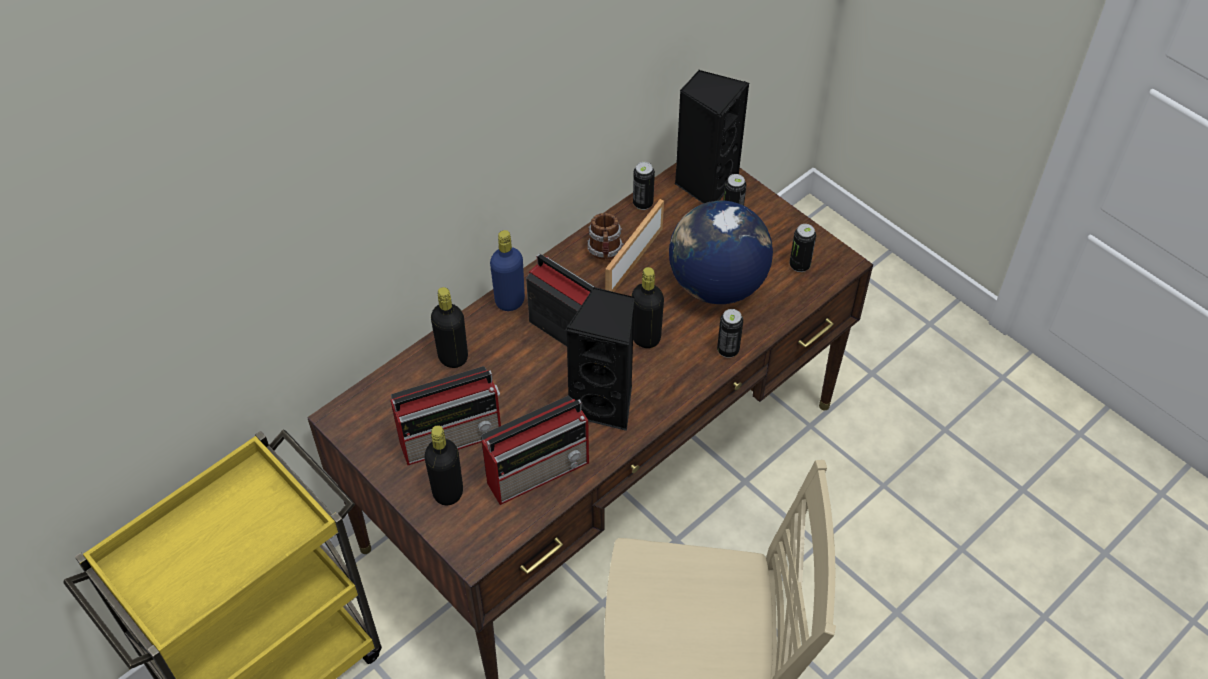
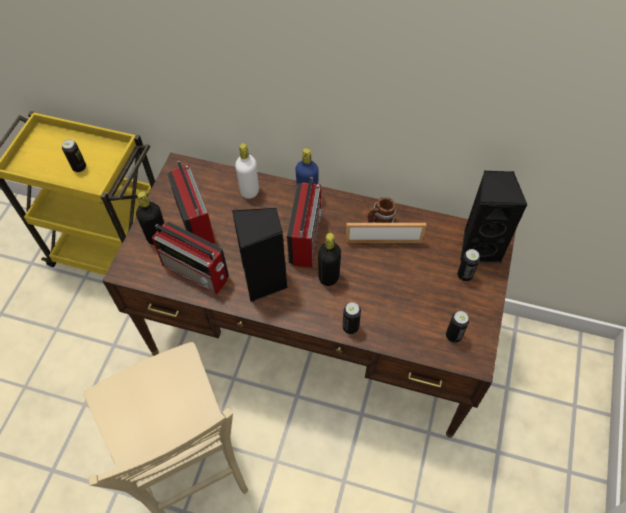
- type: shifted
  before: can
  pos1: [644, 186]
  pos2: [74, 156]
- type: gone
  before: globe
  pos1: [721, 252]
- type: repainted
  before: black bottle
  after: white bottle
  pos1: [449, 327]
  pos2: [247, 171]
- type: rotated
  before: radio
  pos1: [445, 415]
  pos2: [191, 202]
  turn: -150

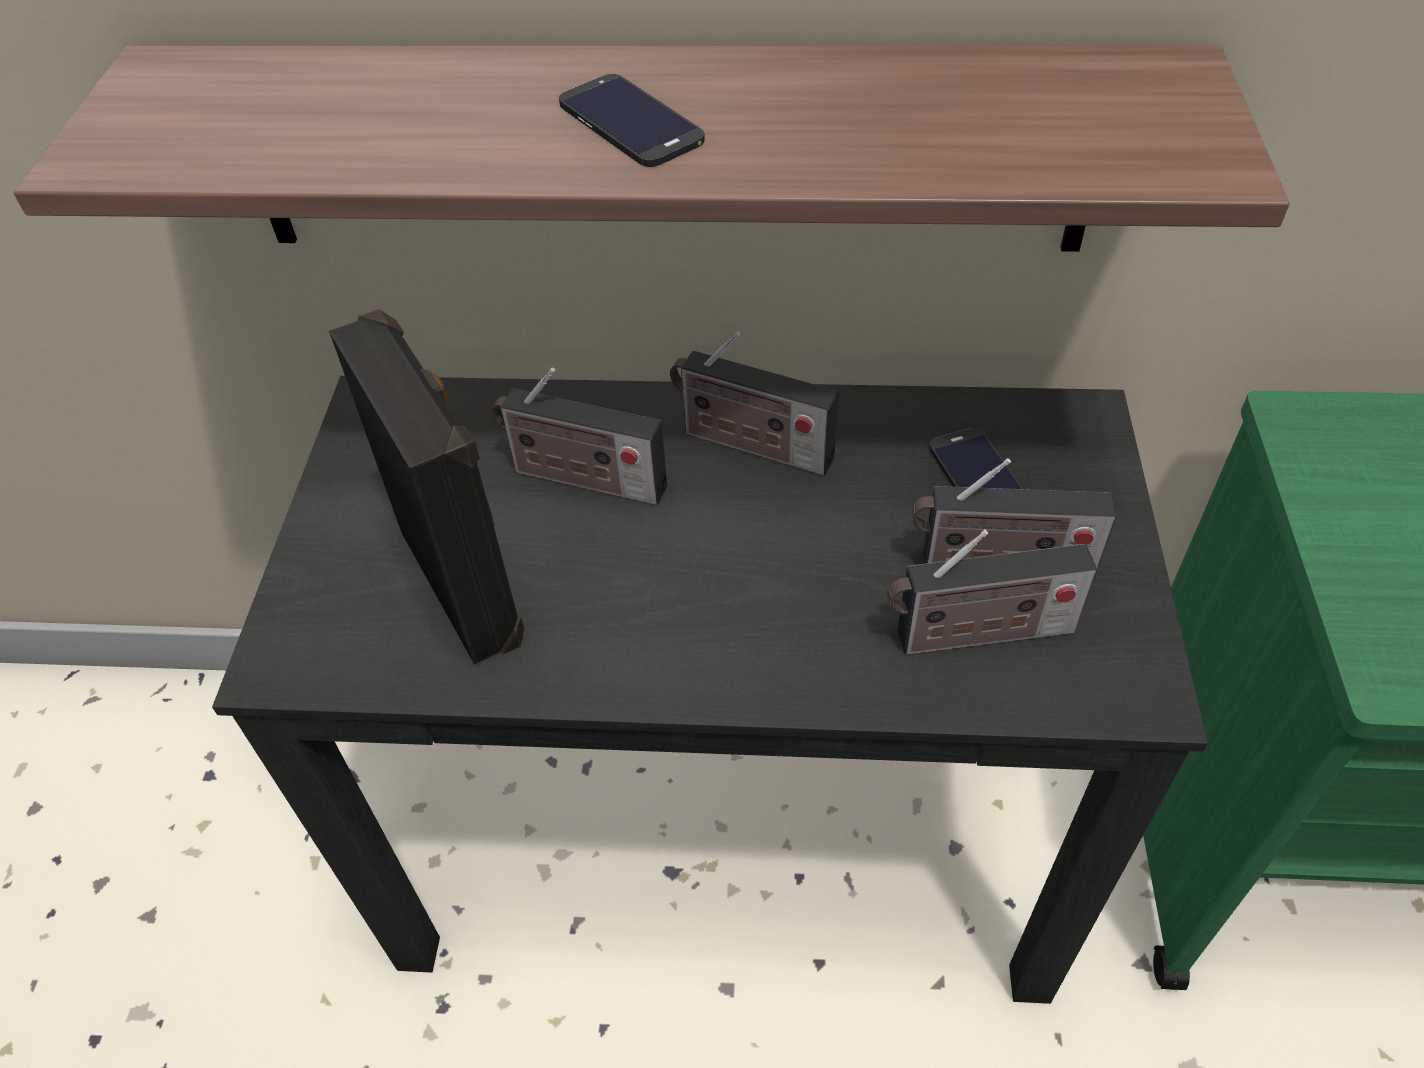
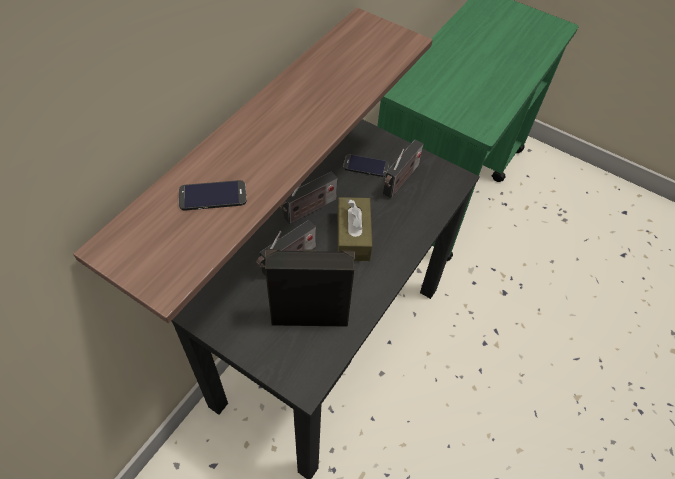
- type: shifted
  before: phone
  pos1: [632, 120]
  pos2: [213, 195]
- type: gone
  before: radio
  pos1: [992, 592]
- type: new
  after: brown tissue box
  pos2: [355, 229]

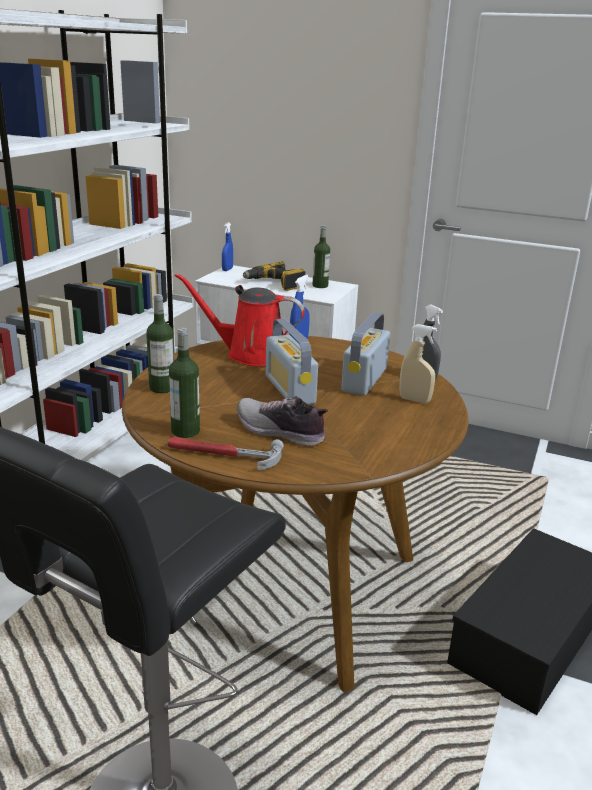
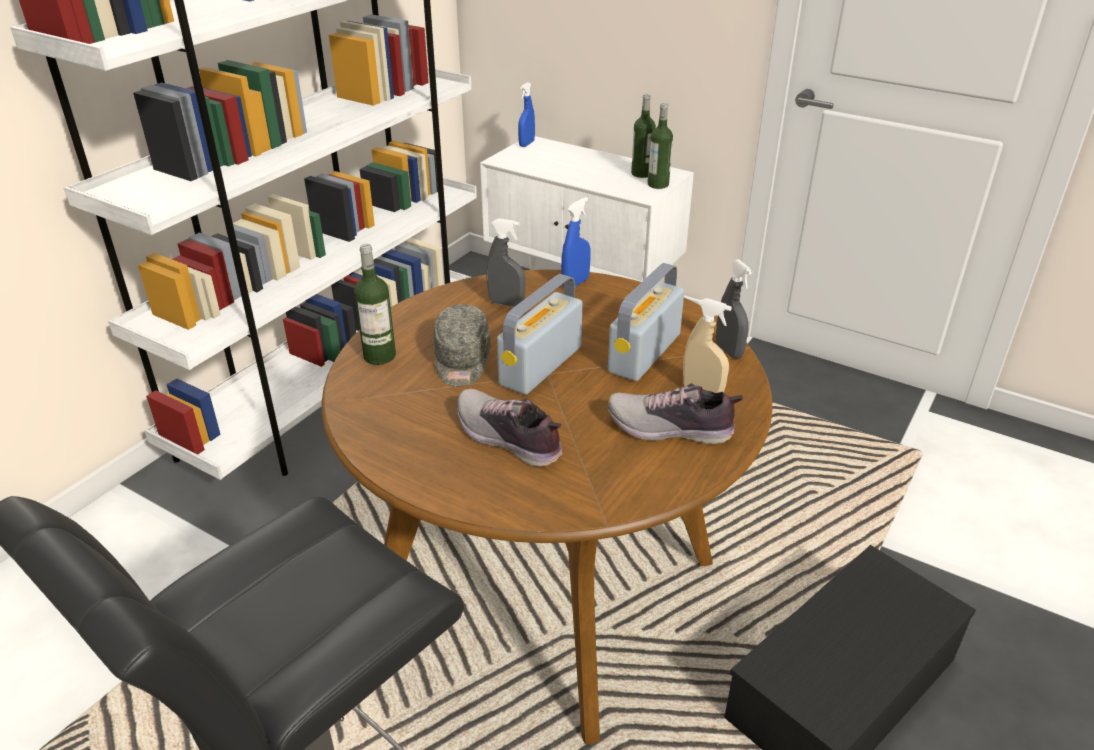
- type: gone
  before: power drill
  pos1: [274, 276]
- type: swapped
  before: red watering can
  after: grey spray bottle
  pos1: [239, 320]
  pos2: [505, 262]
- type: rotated
  before: radio
  pos1: [292, 362]
  pos2: [539, 334]
  turn: 45
- type: shifted
  before: bottle
  pos1: [184, 383]
  pos2: [660, 146]
- type: gone
  before: hammer
  pos1: [226, 453]
- type: new
  after: grey cap
  pos2: [462, 345]
- type: new
  after: shoe
  pos2: [675, 413]

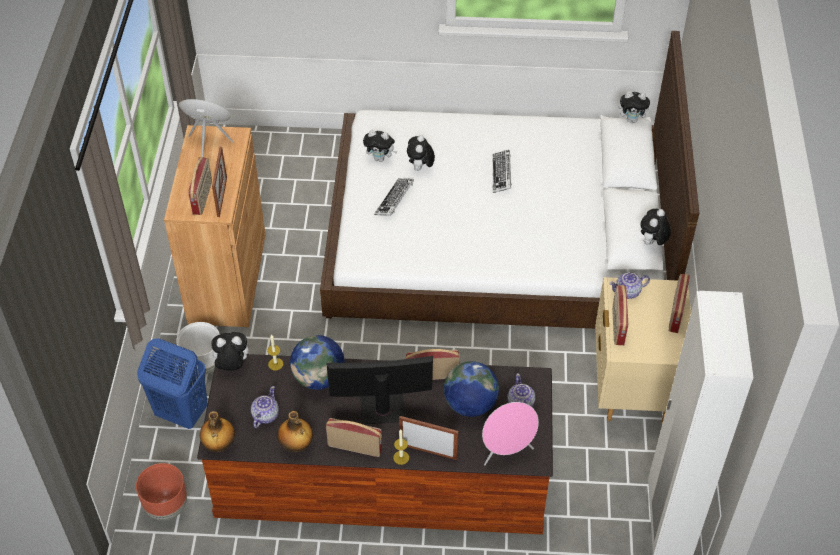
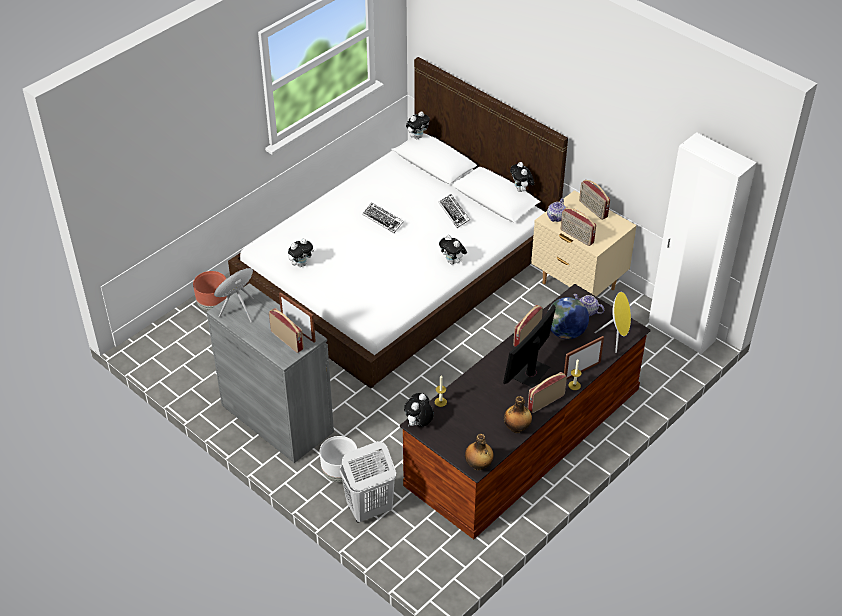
- type: repainted
  before: brown cabinet
  after: grey cabinet
  pos1: [215, 226]
  pos2: [270, 373]
- type: shifted
  before: plush toy
  pos1: [421, 153]
  pos2: [453, 250]
- type: shifted
  before: keyboard
  pos1: [394, 197]
  pos2: [454, 211]
- type: gone
  before: globe
  pos1: [317, 362]
- type: repainted
  before: blue laundry basket
  after: white laundry basket
  pos1: [172, 384]
  pos2: [367, 482]
- type: gone
  before: teapot
  pos1: [265, 407]
- type: repainted
  before: pink speaker
  after: yellow speaker
  pos1: [510, 433]
  pos2: [613, 322]
- type: shifted
  before: brown planter
  pos1: [161, 492]
  pos2: [210, 291]

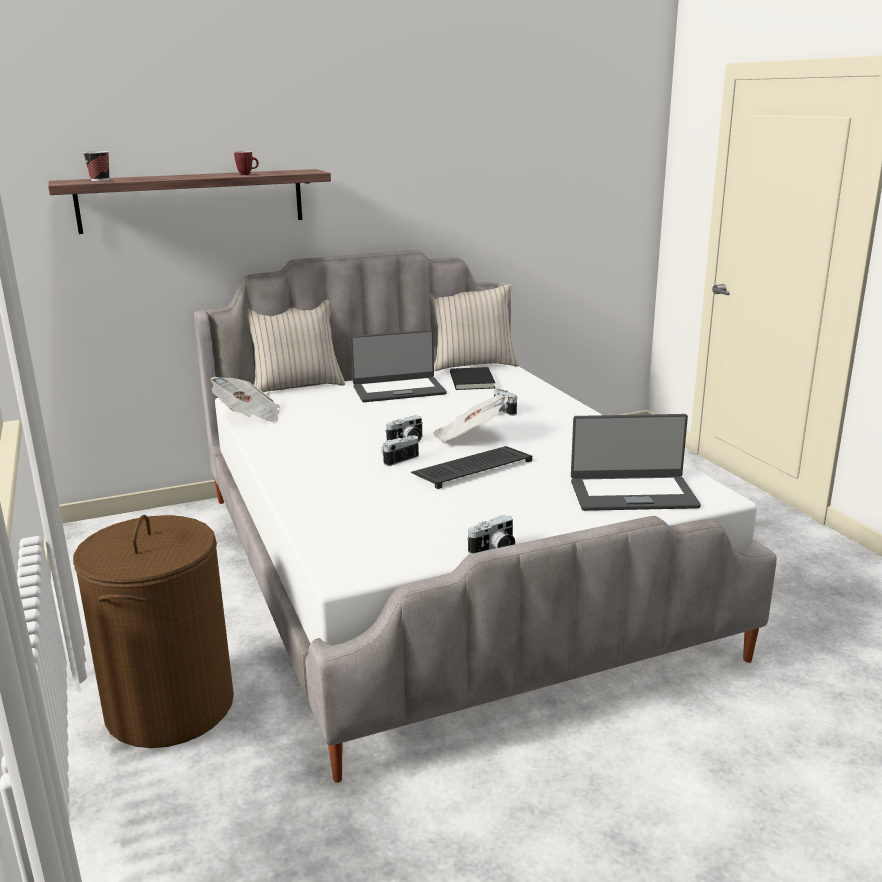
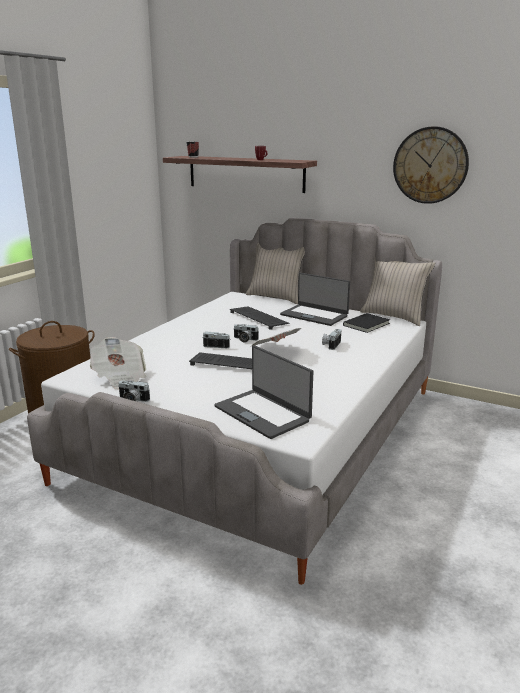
- type: shifted
  before: newspaper
  pos1: [245, 399]
  pos2: [118, 363]
- type: new
  after: wall clock
  pos2: [431, 165]
- type: new
  after: keyboard
  pos2: [259, 318]

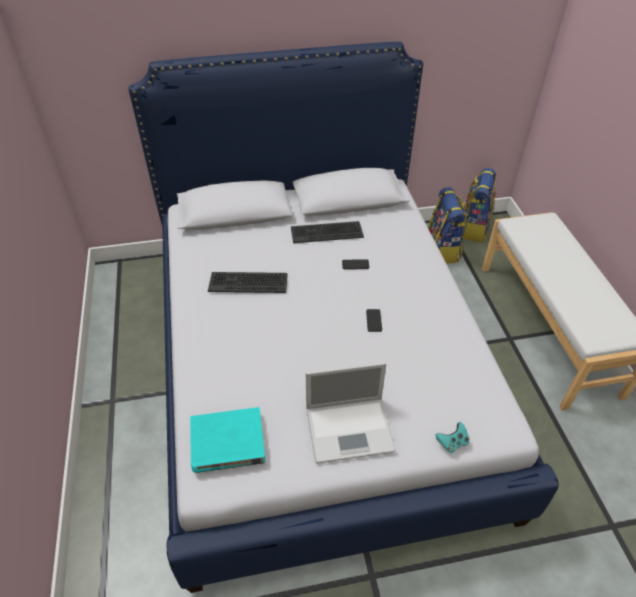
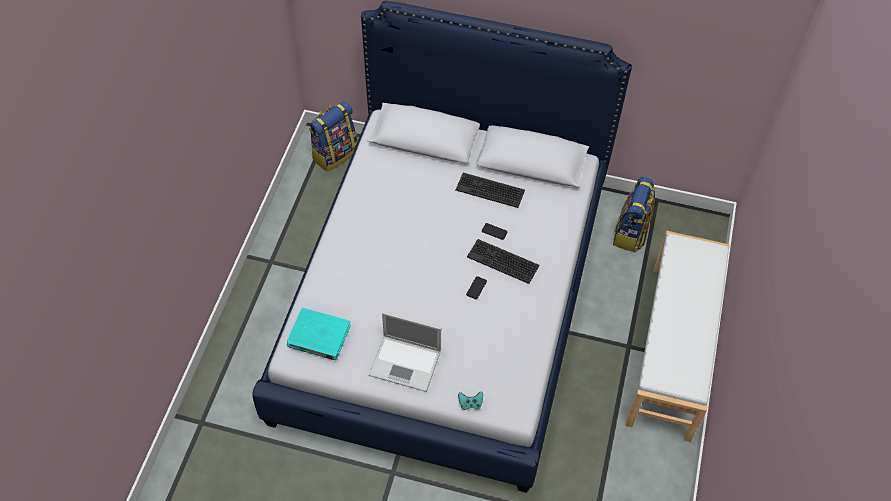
- type: shifted
  before: backpack
  pos1: [479, 205]
  pos2: [333, 136]
- type: shifted
  before: keyboard
  pos1: [248, 282]
  pos2: [503, 261]

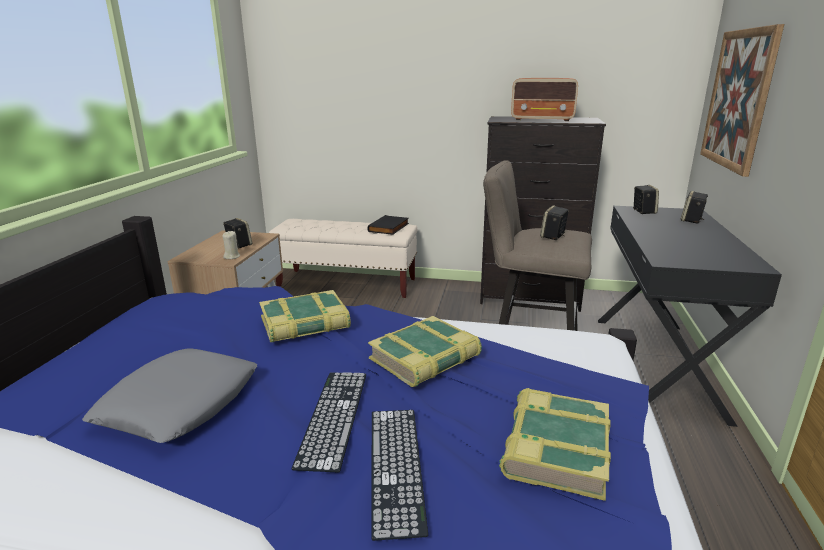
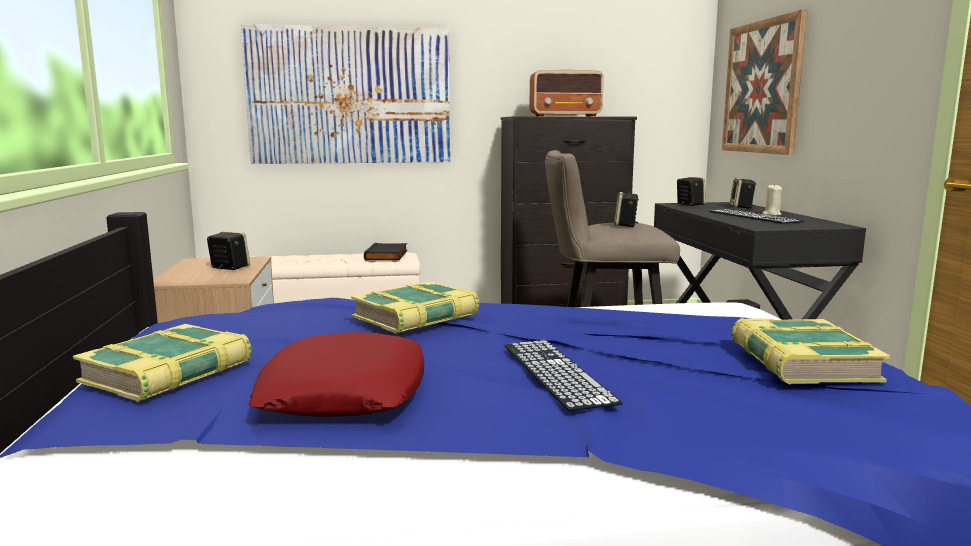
- type: shifted
  before: beige candle
  pos1: [231, 245]
  pos2: [772, 200]
- type: shifted
  before: book
  pos1: [425, 351]
  pos2: [162, 363]
- type: repainted
  before: grey pillow
  after: red pillow
  pos1: [169, 395]
  pos2: [336, 374]
- type: shifted
  before: keyboard
  pos1: [399, 475]
  pos2: [756, 216]
- type: new
  after: picture
  pos2: [345, 94]

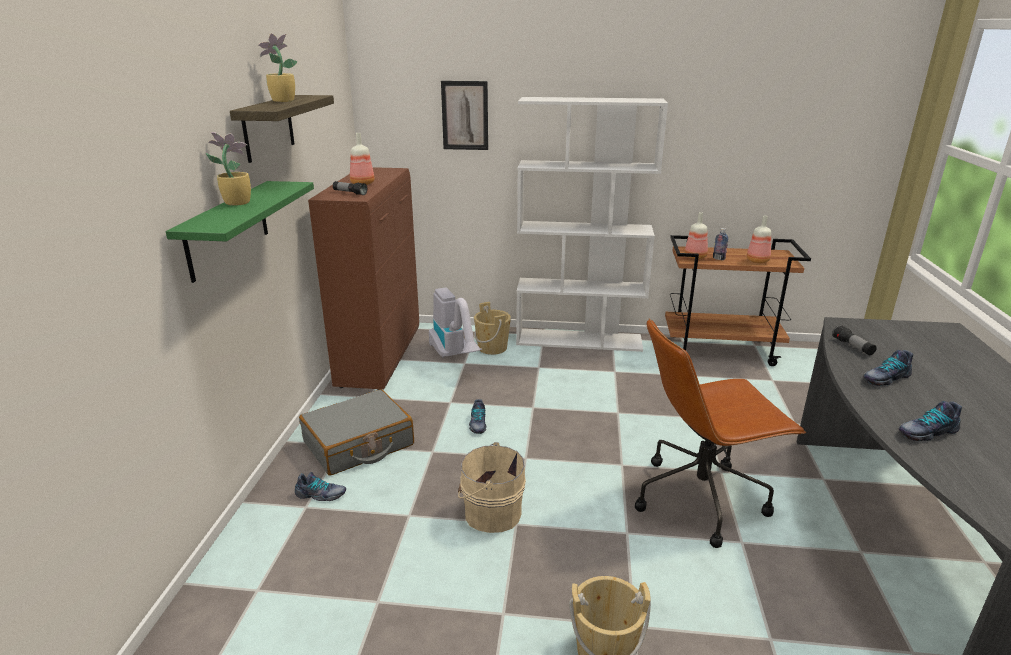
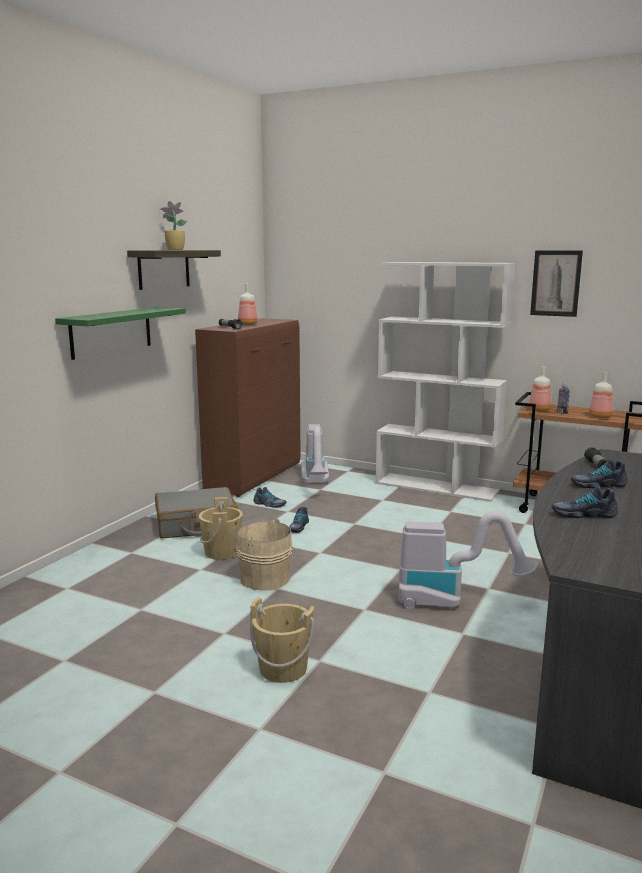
- type: shifted
  before: picture
  pos1: [464, 115]
  pos2: [556, 283]
- type: gone
  before: potted plant
  pos1: [228, 169]
- type: shifted
  before: beige bucket
  pos1: [492, 328]
  pos2: [221, 528]
- type: swapped
  before: brown office chair
  after: vacuum cleaner
  pos1: [720, 433]
  pos2: [468, 560]
- type: shifted
  before: shoe
  pos1: [320, 486]
  pos2: [270, 497]

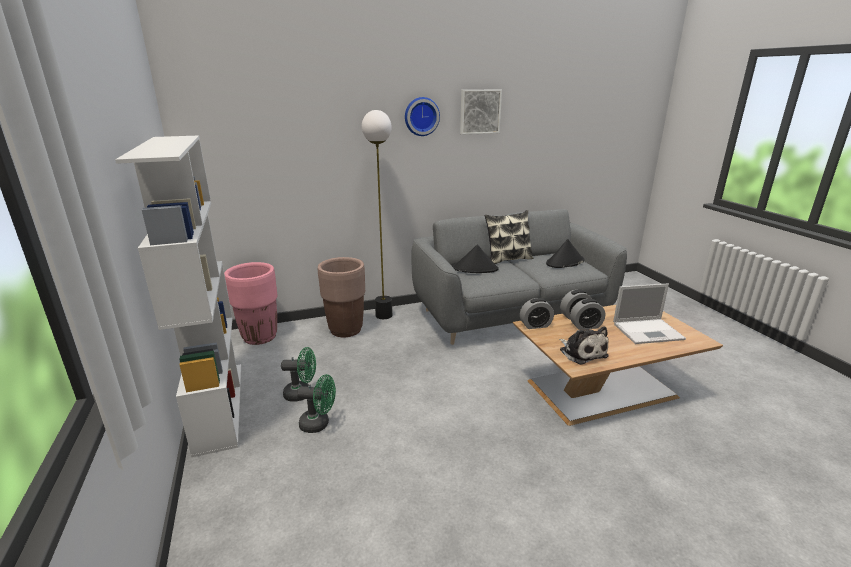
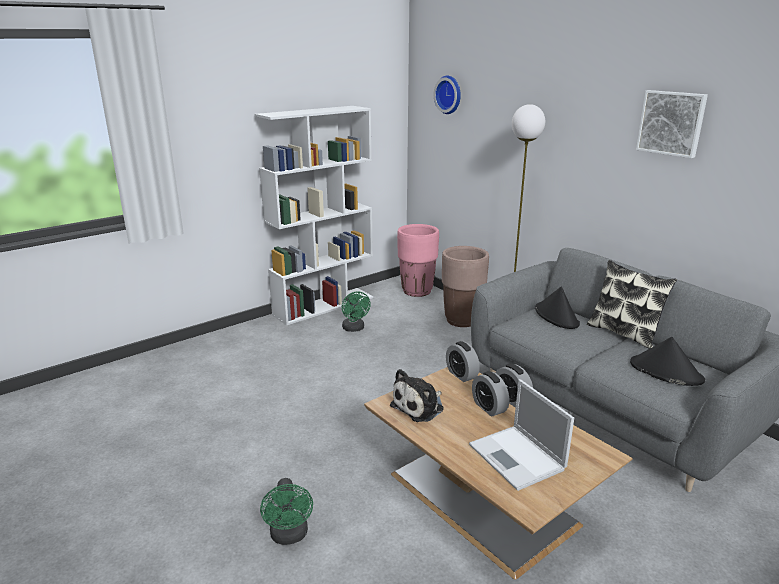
- type: shifted
  before: wall clock
  pos1: [422, 116]
  pos2: [447, 95]
- type: shifted
  before: green fan
  pos1: [316, 403]
  pos2: [286, 511]

